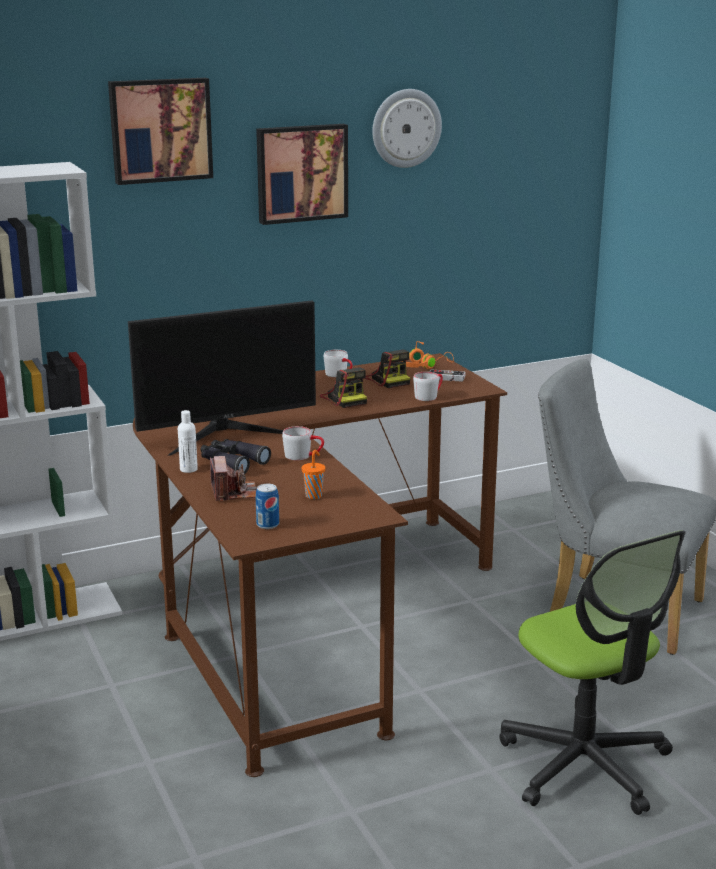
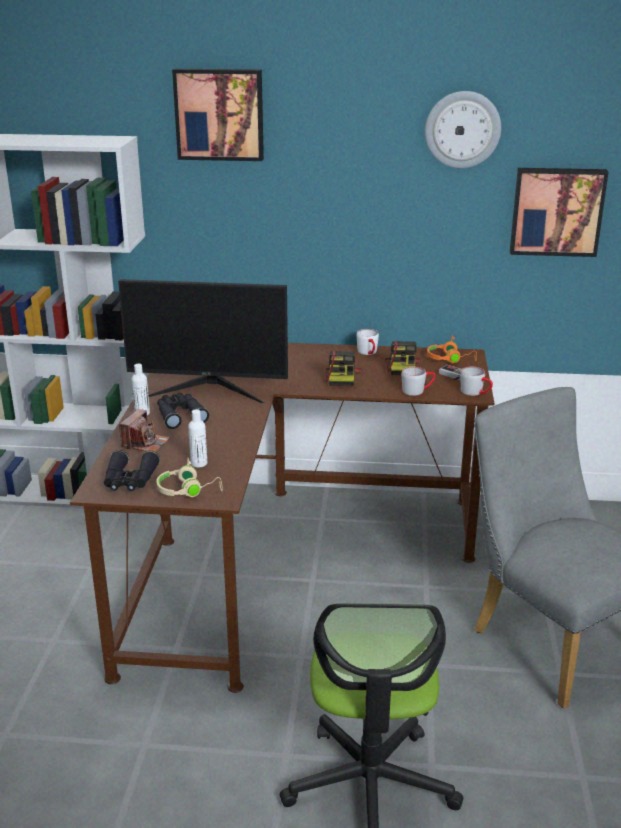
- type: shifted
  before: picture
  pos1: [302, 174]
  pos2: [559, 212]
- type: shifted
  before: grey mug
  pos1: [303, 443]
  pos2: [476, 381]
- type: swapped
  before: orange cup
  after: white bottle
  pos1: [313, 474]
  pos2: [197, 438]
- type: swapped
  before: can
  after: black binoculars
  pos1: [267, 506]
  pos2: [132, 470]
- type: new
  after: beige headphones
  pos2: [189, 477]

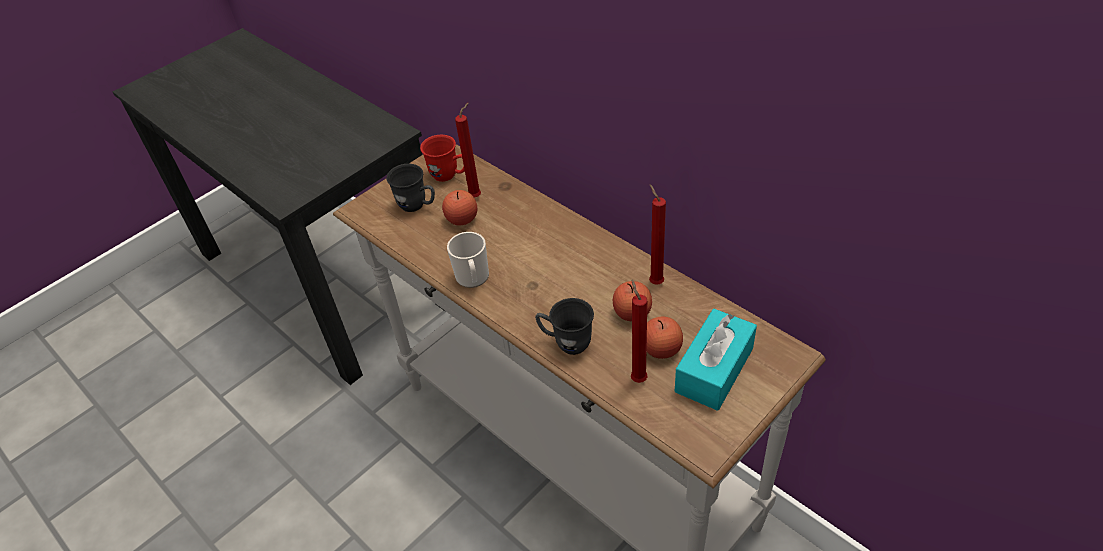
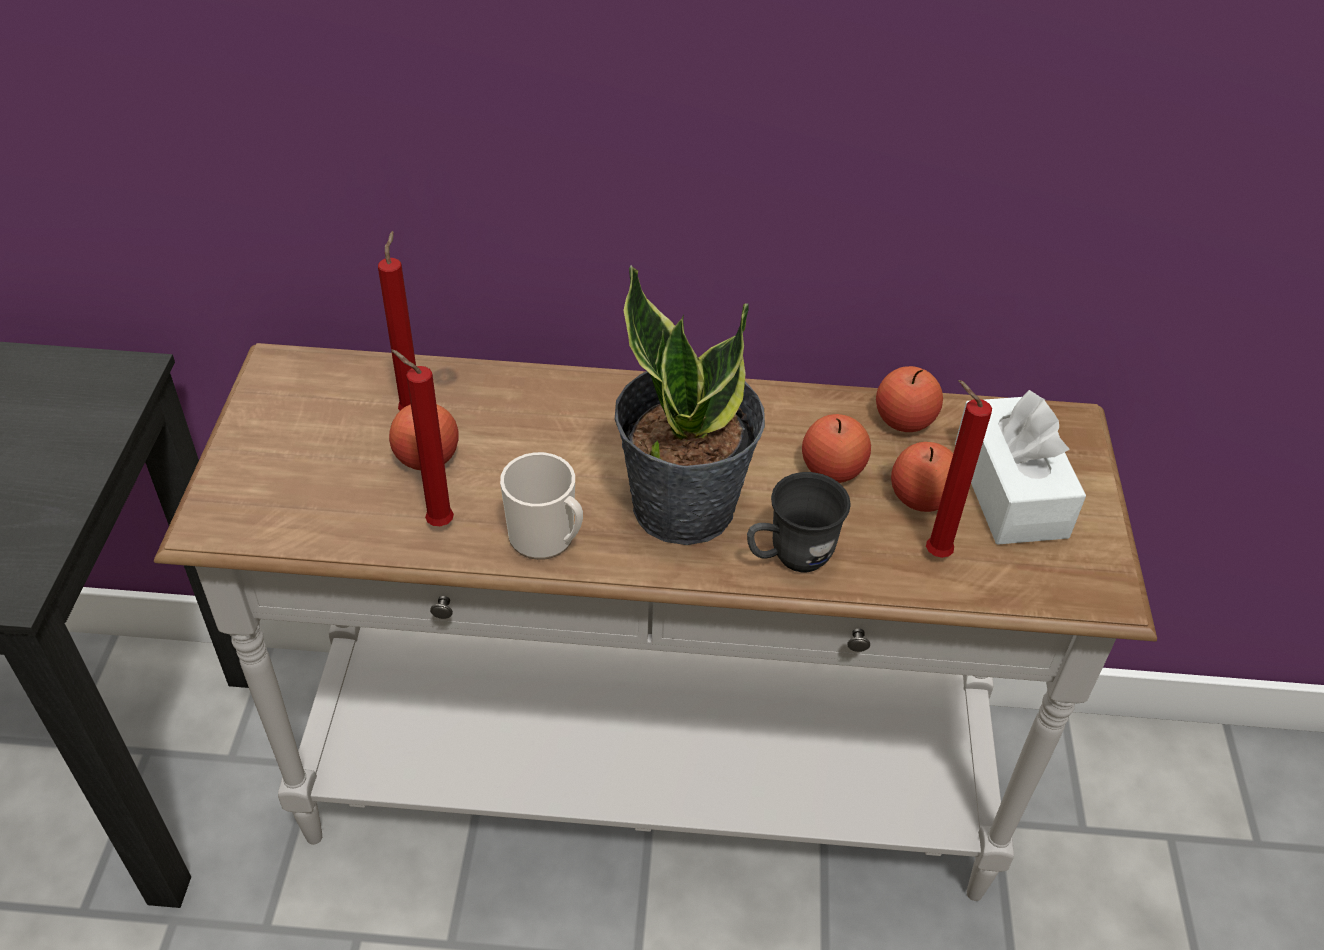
- type: gone
  before: red mug
  pos1: [442, 158]
- type: gone
  before: grey mug
  pos1: [410, 188]
- type: shifted
  before: red candle
  pos1: [657, 235]
  pos2: [422, 438]
- type: repainted
  before: turquoise tissue box
  after: white tissue box
  pos1: [716, 360]
  pos2: [1020, 467]
- type: new
  after: potted plant
  pos2: [690, 405]
- type: new
  after: apple
  pos2: [909, 399]

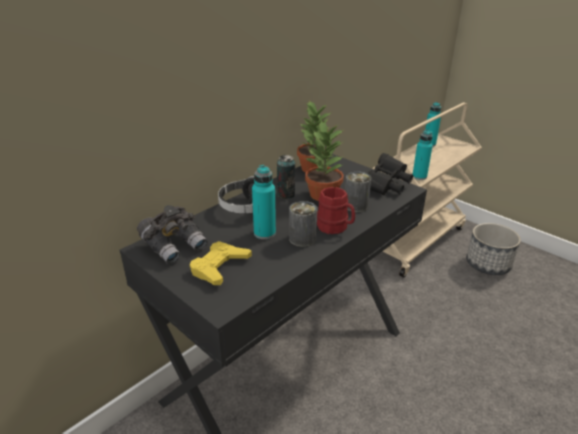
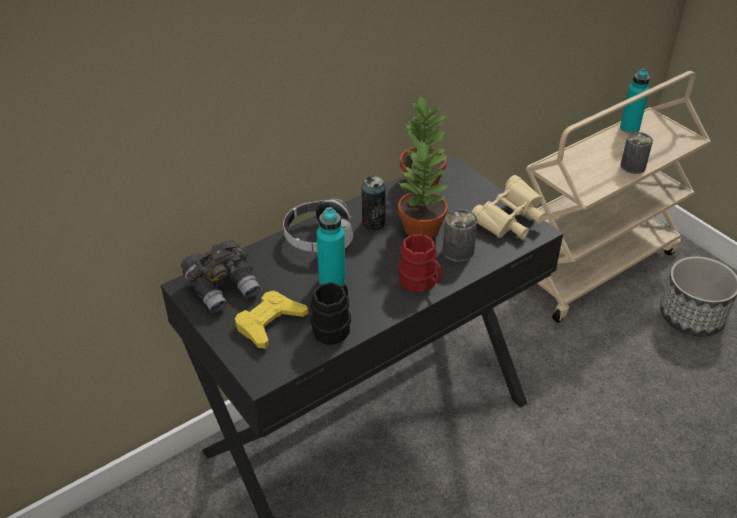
- type: gone
  before: turquoise bottle
  pos1: [423, 155]
- type: repainted
  before: black binoculars
  after: beige binoculars
  pos1: [390, 174]
  pos2: [508, 207]
- type: shifted
  before: can
  pos1: [303, 224]
  pos2: [637, 153]
- type: new
  after: black mug
  pos2: [330, 313]

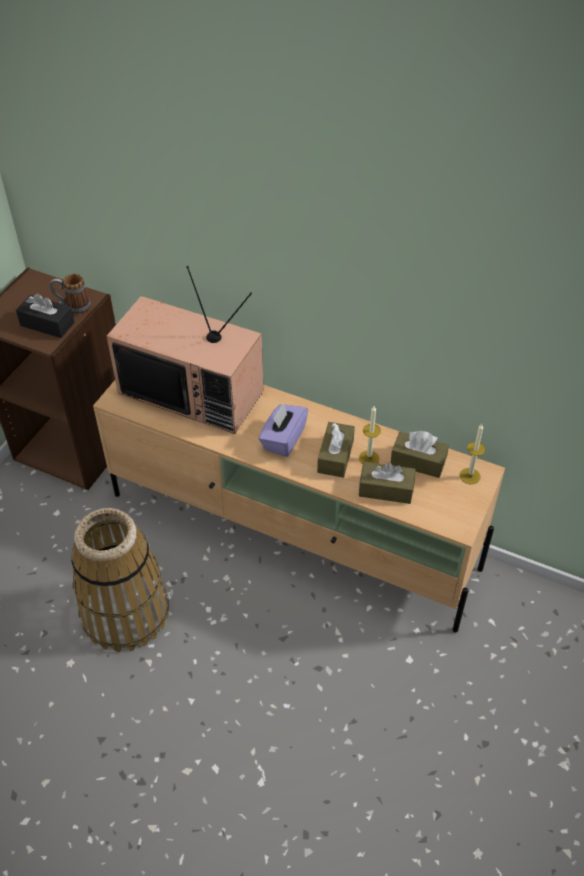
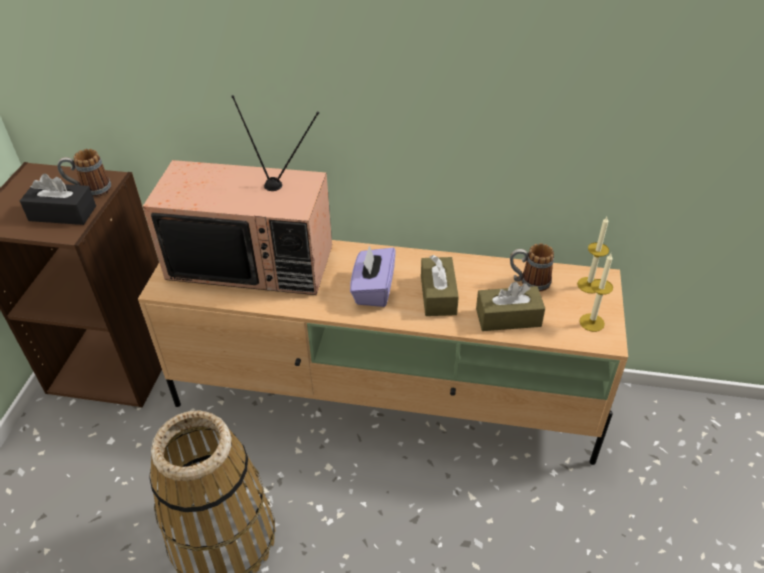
- type: shifted
  before: candle
  pos1: [370, 435]
  pos2: [596, 293]
- type: swapped
  before: brown tissue box
  after: mug
  pos1: [419, 454]
  pos2: [532, 267]

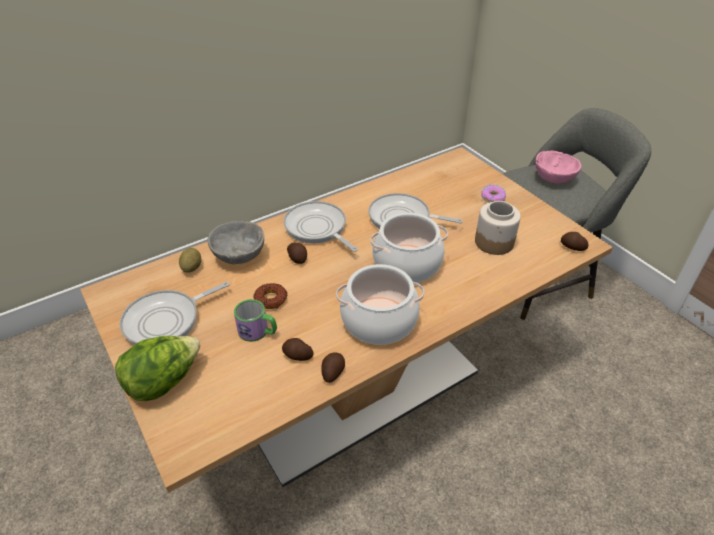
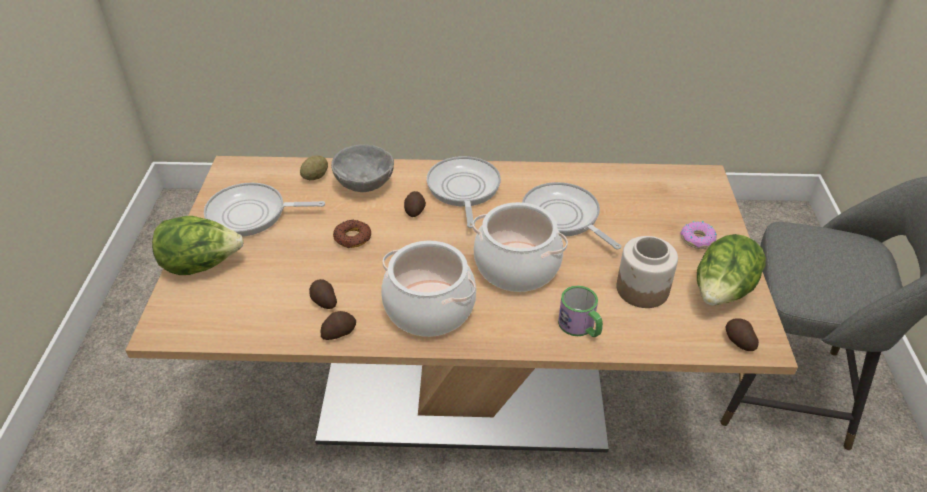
- type: gone
  before: pink bowl
  pos1: [558, 167]
- type: shifted
  before: mug
  pos1: [255, 320]
  pos2: [580, 311]
- type: new
  after: lettuce
  pos2: [731, 269]

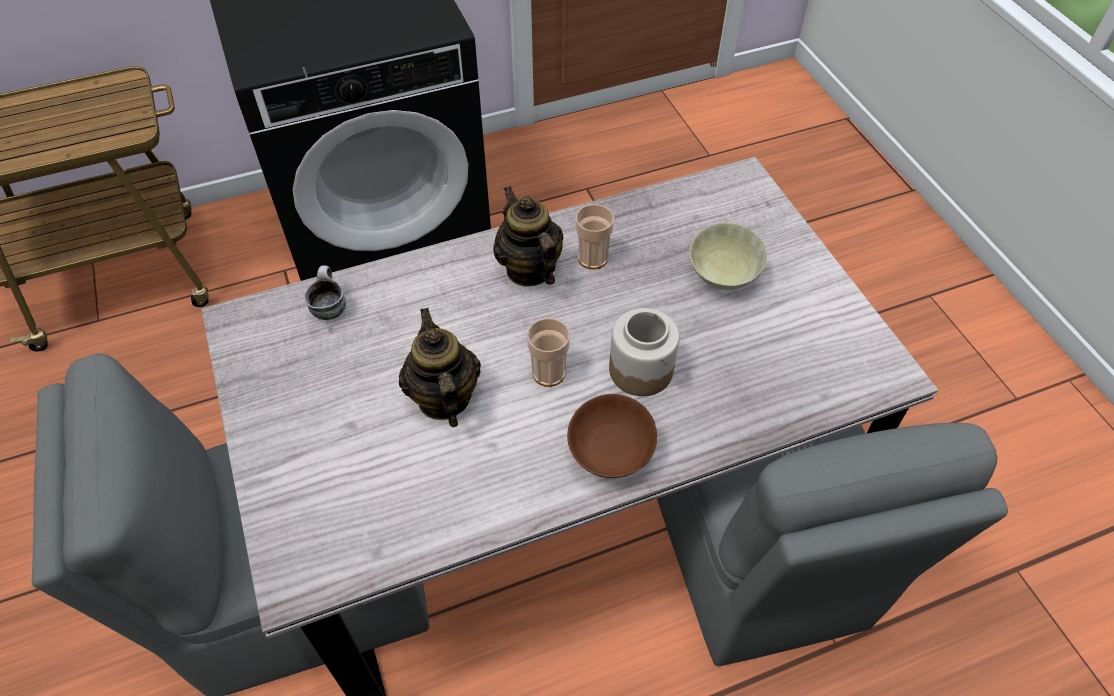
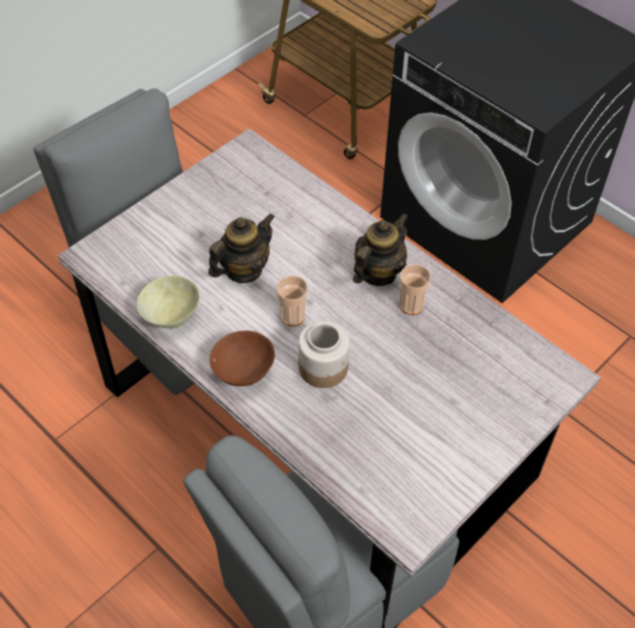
- type: shifted
  before: beige bowl
  pos1: [728, 256]
  pos2: [168, 302]
- type: gone
  before: mug
  pos1: [324, 292]

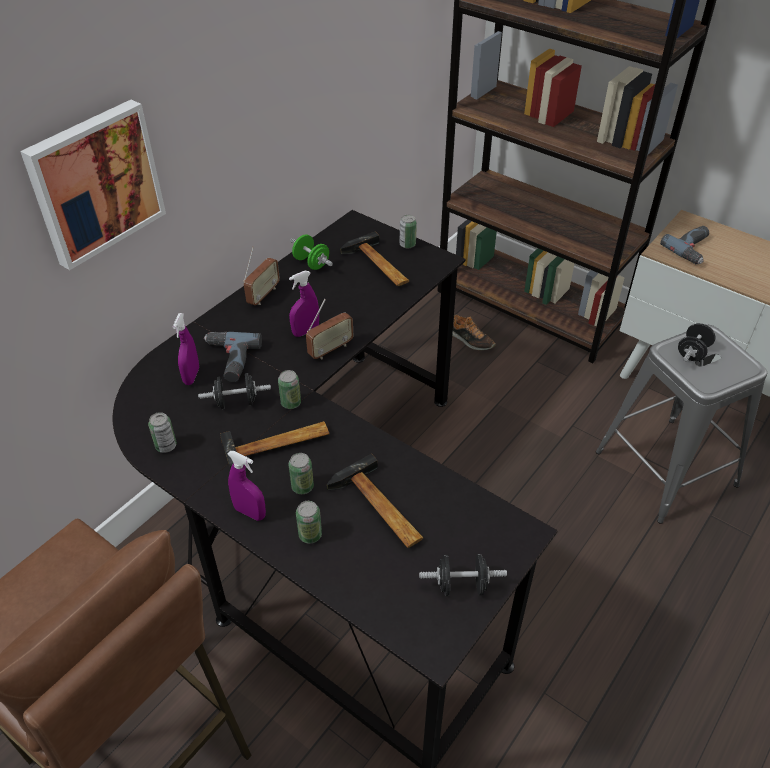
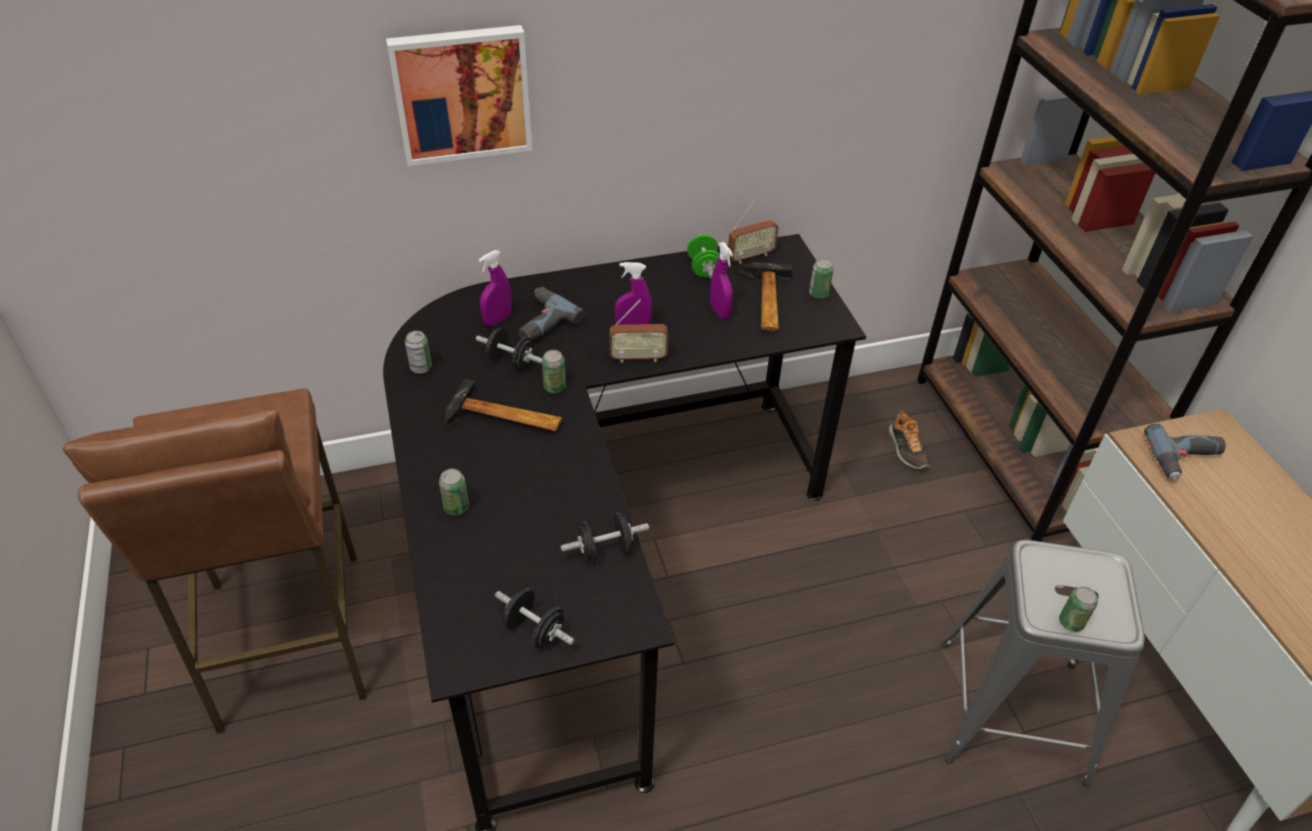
- type: shifted
  before: radio
  pos1: [261, 276]
  pos2: [753, 232]
- type: shifted
  before: black dumbbell
  pos1: [696, 342]
  pos2: [605, 538]
- type: shifted
  before: purple spray bottle
  pos1: [247, 486]
  pos2: [721, 280]
- type: shifted
  before: can
  pos1: [301, 473]
  pos2: [1078, 609]
- type: gone
  before: hammer
  pos1: [375, 501]

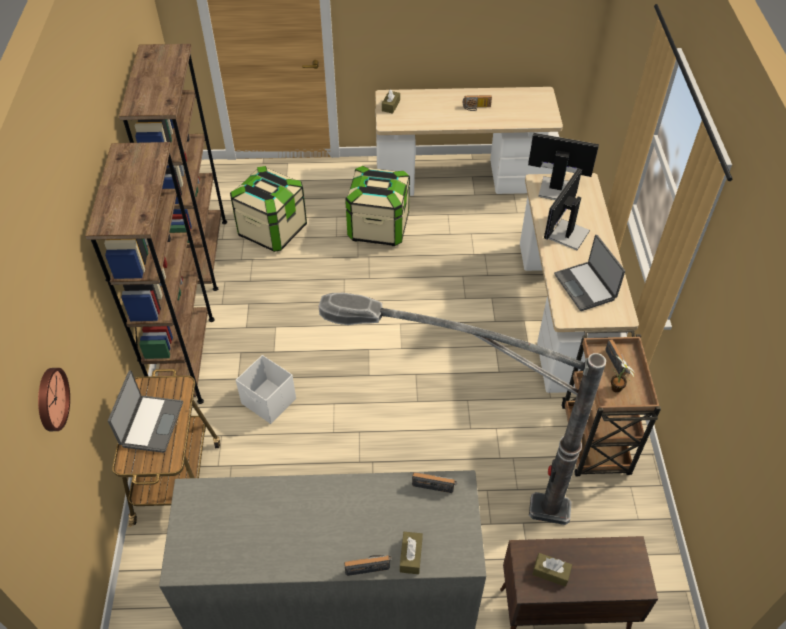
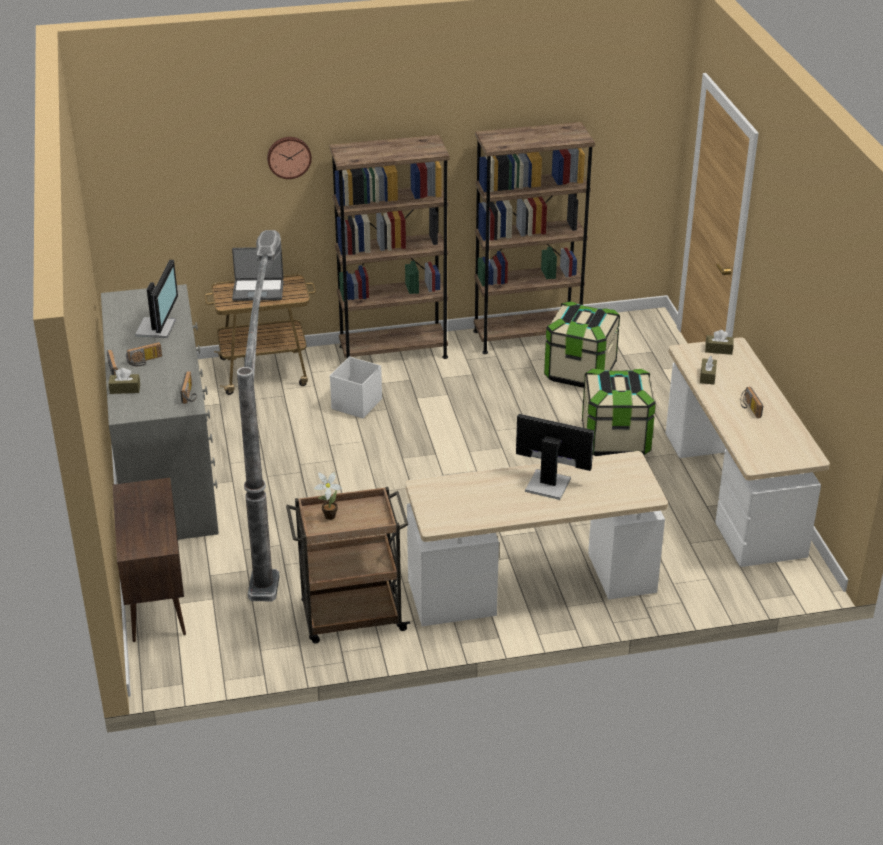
- type: shifted
  before: monitor
  pos1: [563, 166]
  pos2: [156, 299]
- type: gone
  before: laptop
  pos1: [589, 273]
- type: shifted
  before: radio
  pos1: [617, 357]
  pos2: [144, 354]
- type: shifted
  before: wall clock
  pos1: [54, 399]
  pos2: [289, 158]
- type: shifted
  before: brown tissue box
  pos1: [552, 570]
  pos2: [708, 370]

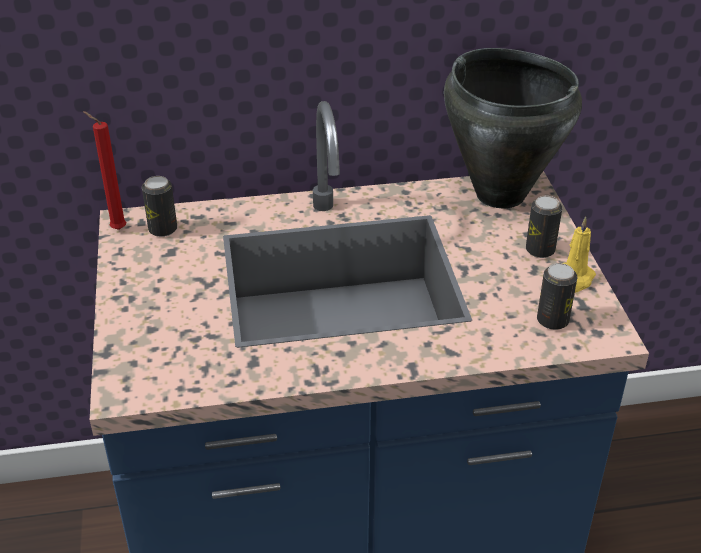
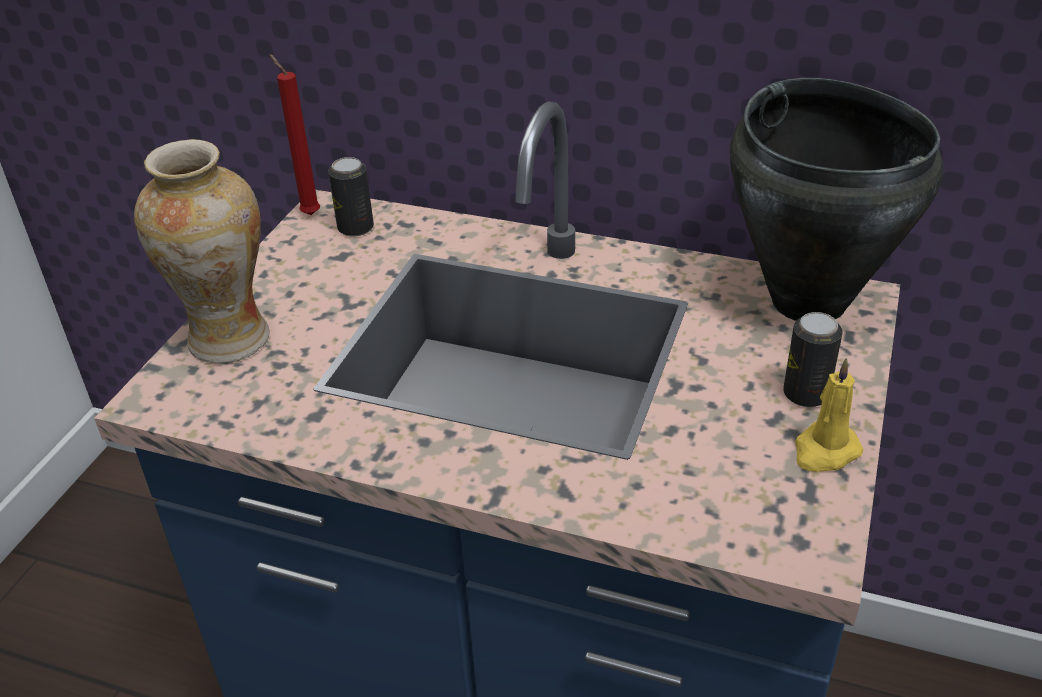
- type: gone
  before: can
  pos1: [557, 296]
- type: new
  after: vase
  pos2: [202, 251]

